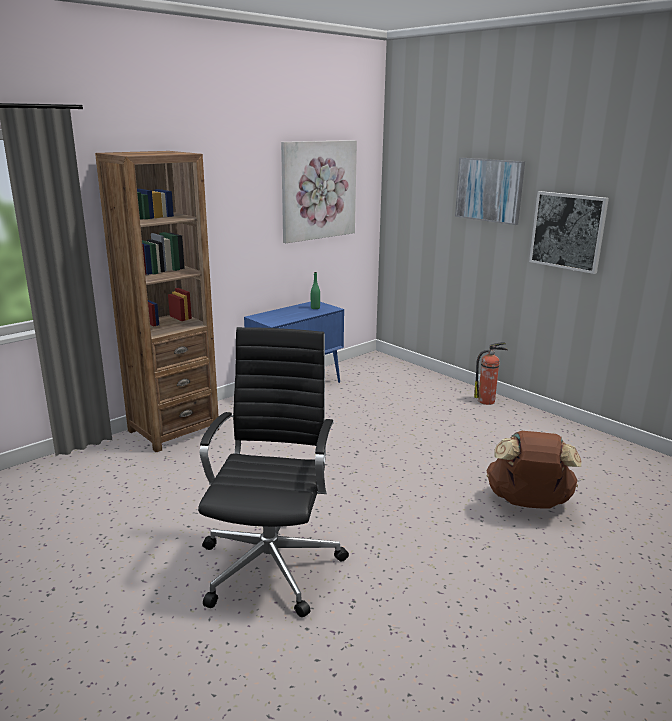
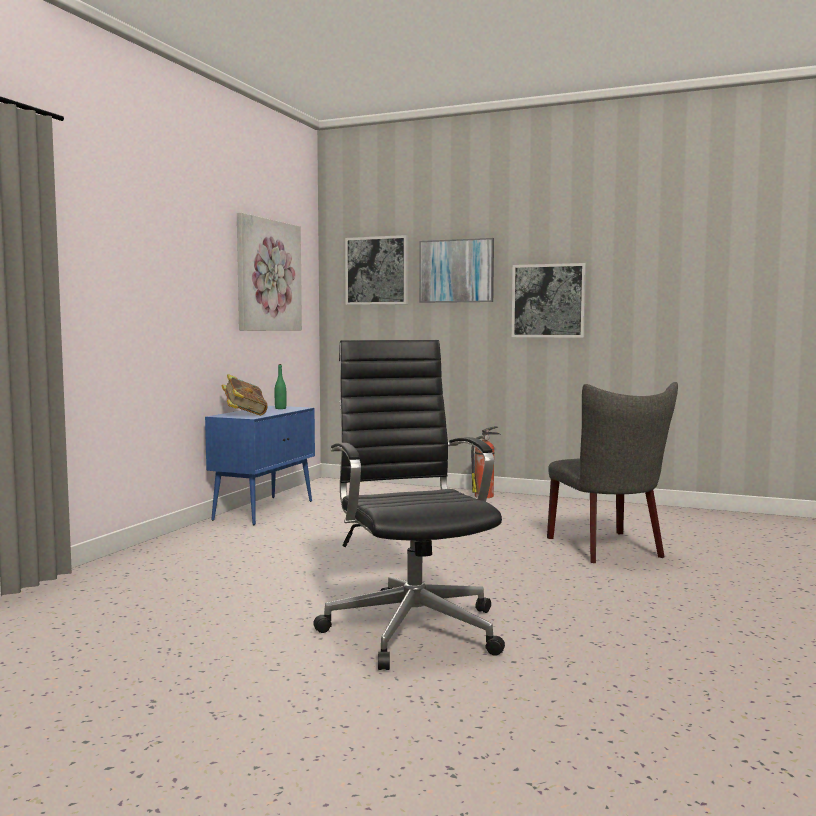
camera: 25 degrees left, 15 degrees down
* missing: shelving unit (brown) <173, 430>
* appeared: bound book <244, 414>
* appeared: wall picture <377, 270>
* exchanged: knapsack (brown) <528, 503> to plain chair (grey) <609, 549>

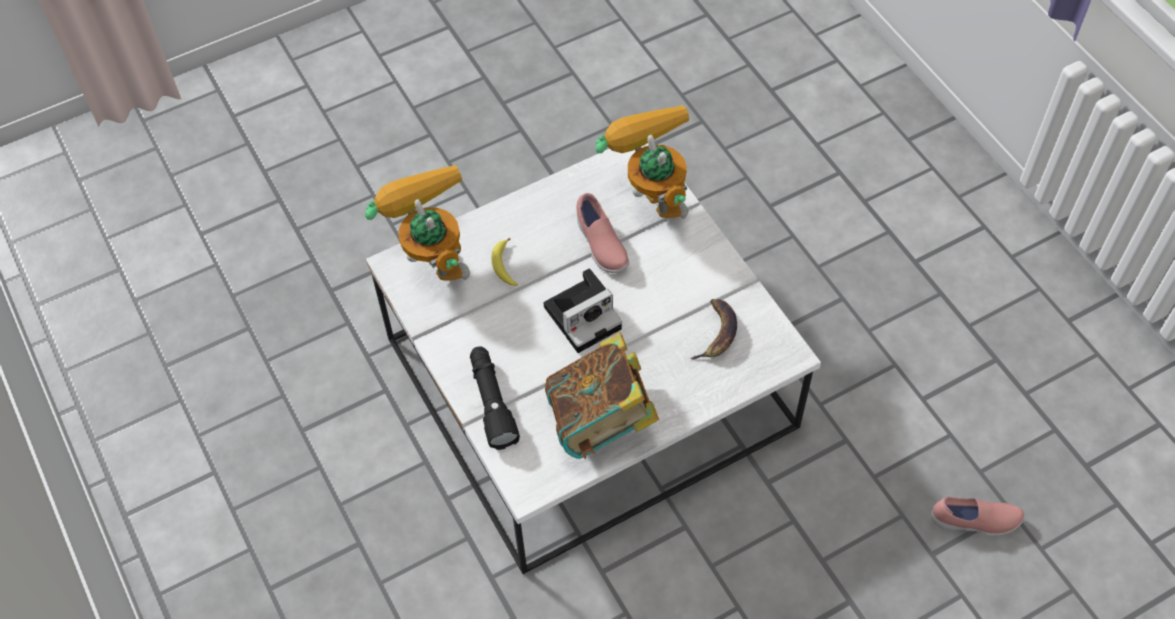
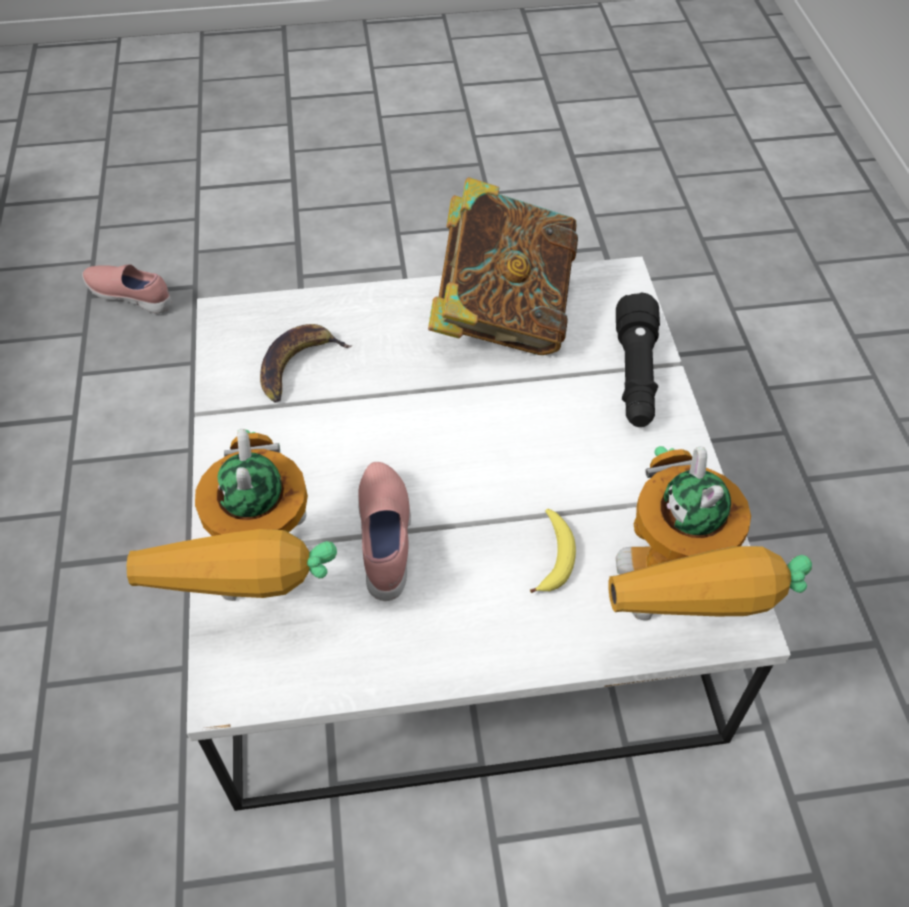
camera: 160 degrees left, 5 degrees down
* missing: photo camera <584, 315>

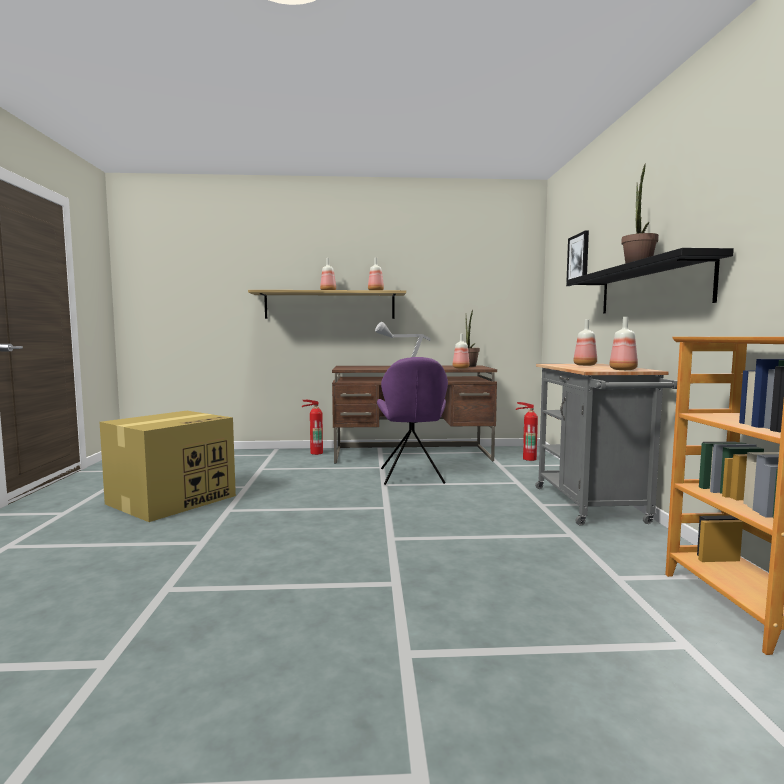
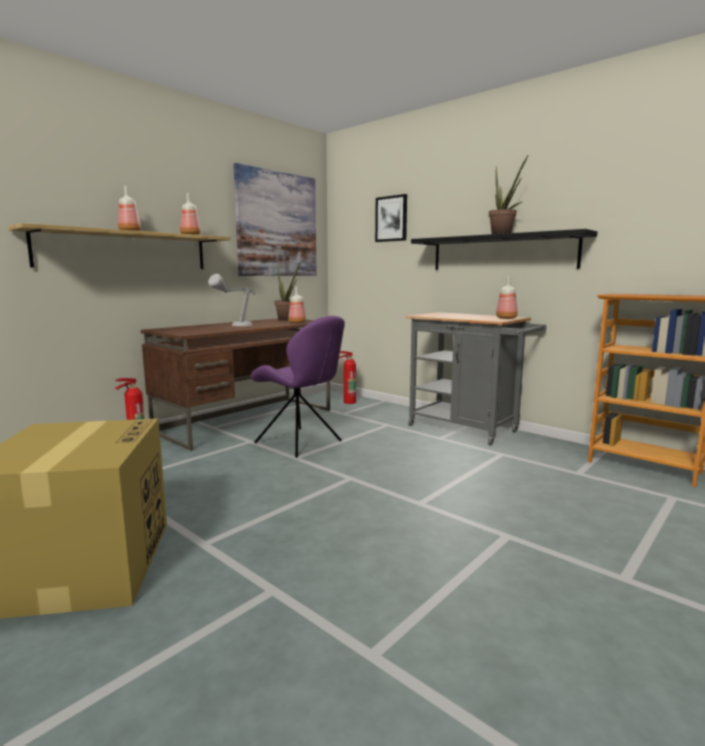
camera: 45 degrees left, 5 degrees up
* missing: beverage bottle <584, 365>
* appeared: wall picture <277, 224>

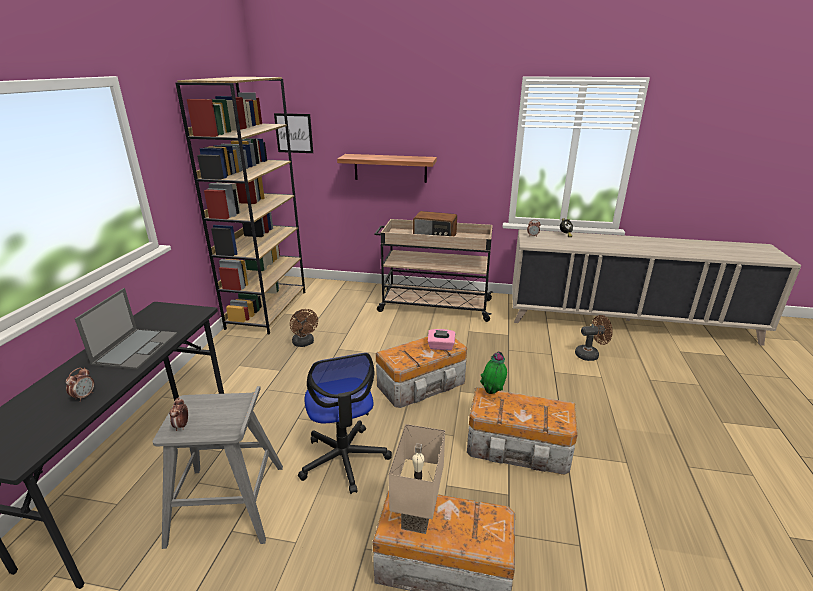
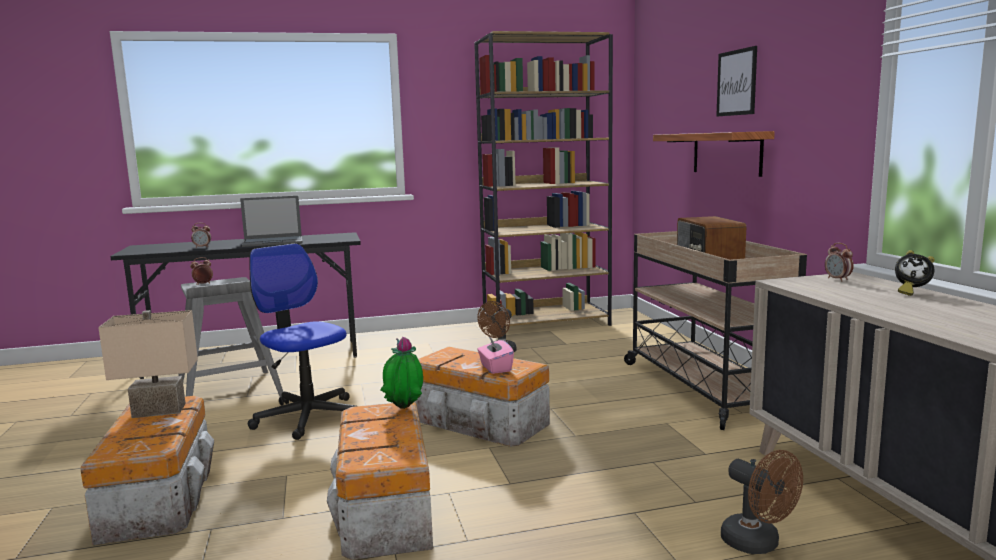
camera: 65 degrees right, 15 degrees down
* relocated: wall picture <294, 133> to <736, 82>
* spun: computer chair <344, 459> = <307, 417> 90 degrees clockwise

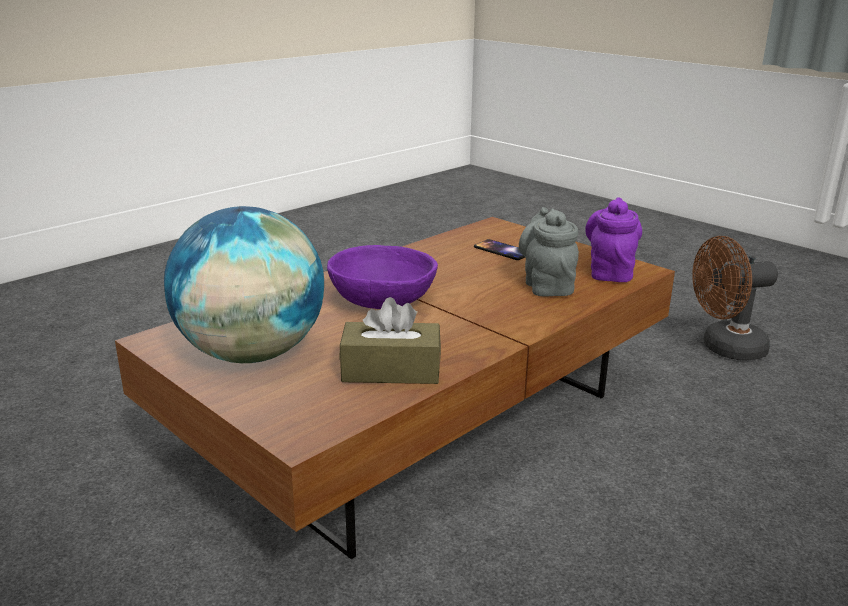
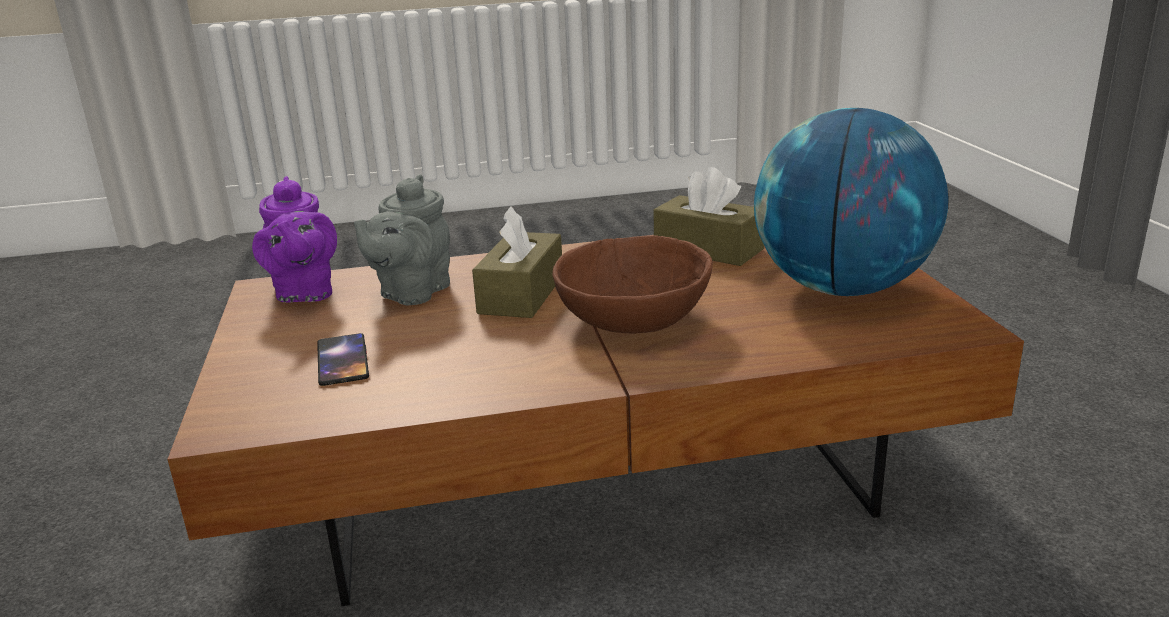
camera: 145 degrees left, 0 degrees up
* missing: cooling fan (brown) <725, 349>
* appeared: tissue box (brown) <521, 294>
* colour: bowl (purple-coloured) <381, 300> to bowl (brown) <634, 318>
* spun: teapot (purple-coloured) <610, 272> = <304, 293> 60 degrees counterclockwise

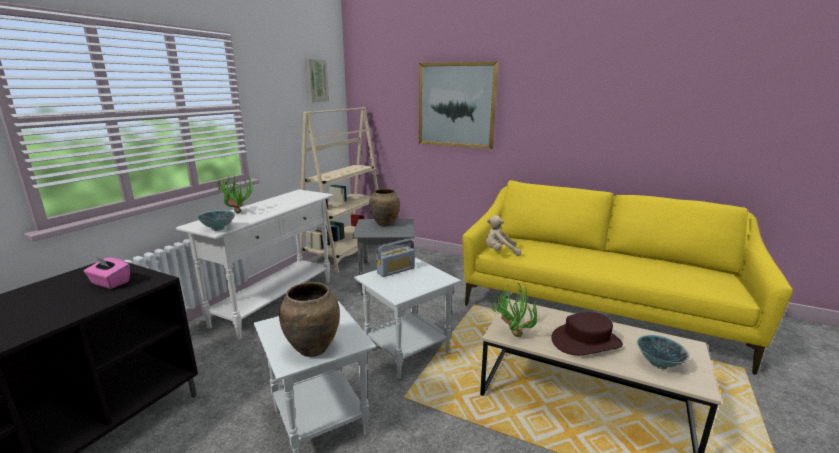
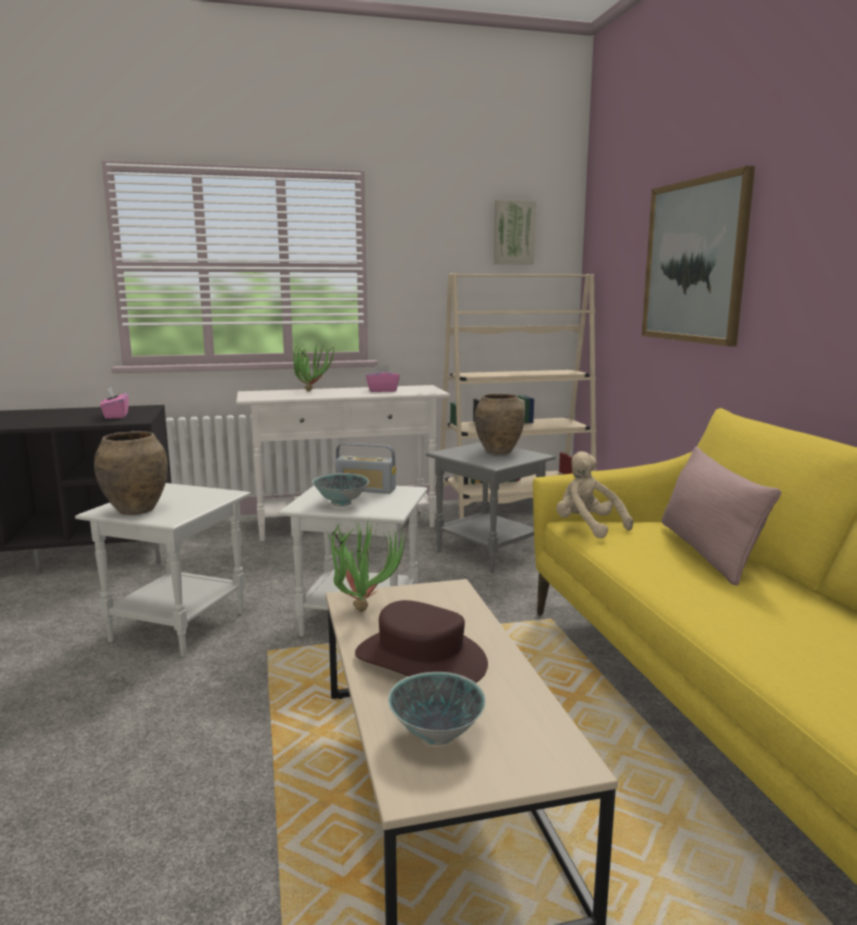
camera: 50 degrees right, 5 degrees down
* appeared: tissue box (pink-coloured) <382, 390>
* appeared: pillow (pink-coloured) <706, 551>
* relocated: bowl <218, 229> to <341, 504>

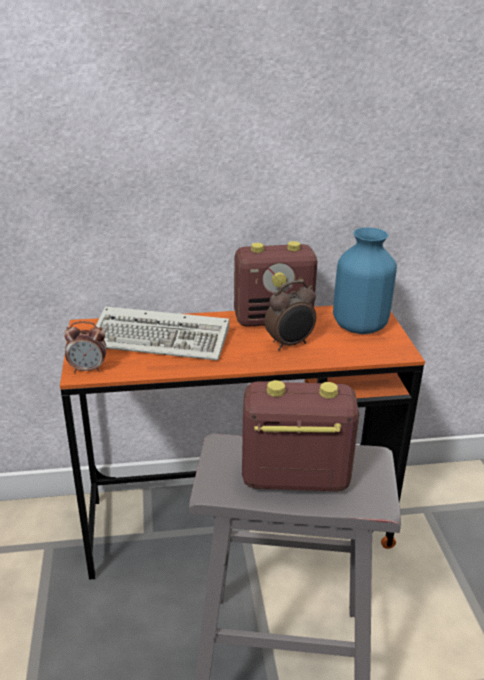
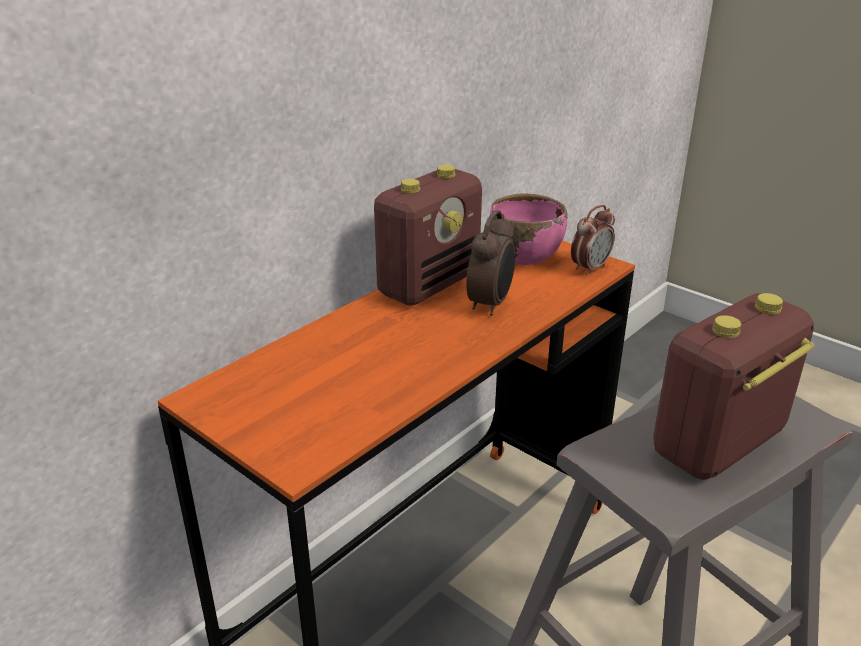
camera: 40 degrees left, 0 degrees up
* missing: PC keyboard <163, 339>
* relocated: table clock <88, 369> to <590, 268>
* exchanged: flower vase (bluish) <358, 326> to bowl (pink-coloured) <524, 255>

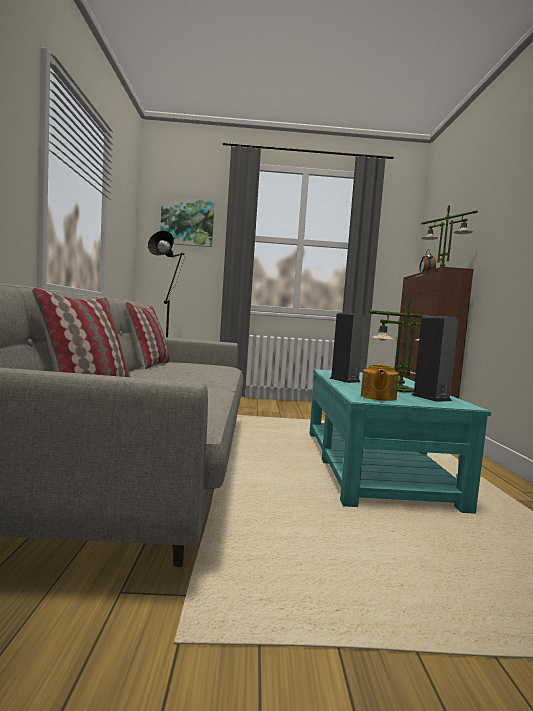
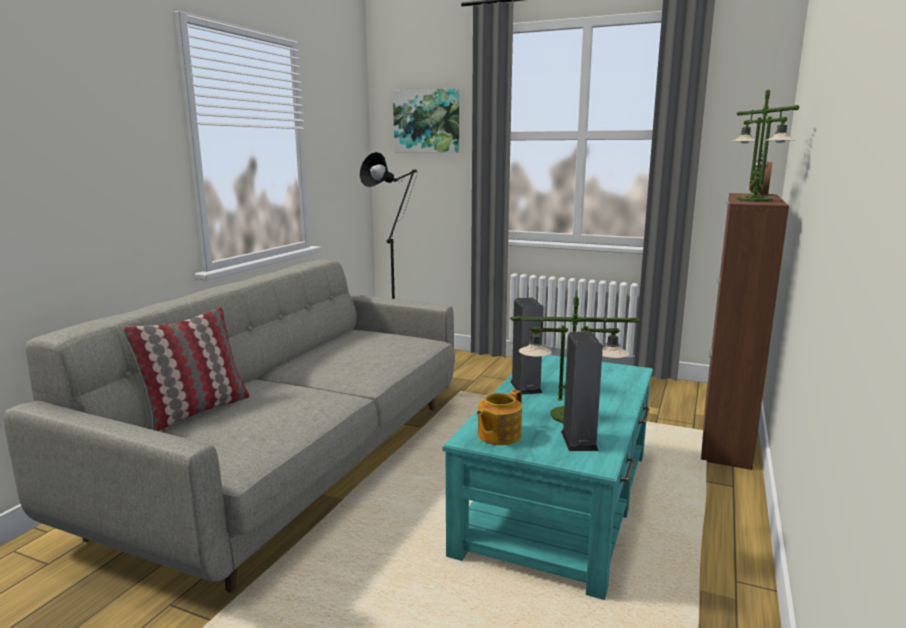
camera: 25 degrees right, 10 degrees up
* missing: pillow <149, 365>

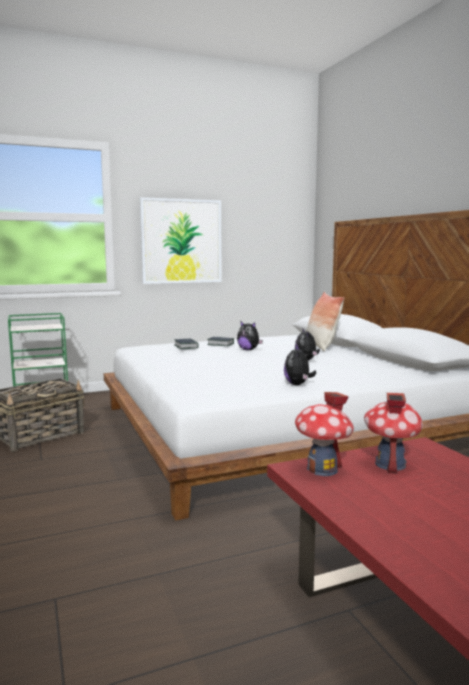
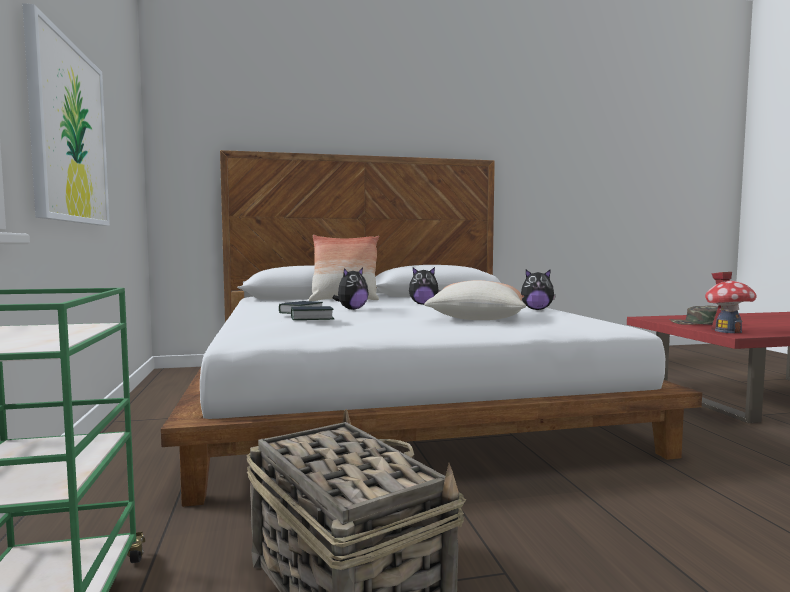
camera: 80 degrees left, 5 degrees down
* appeared: pillow <477, 318>
* exchanged: miniature house <390, 464> to baseball cap (green) <697, 323>

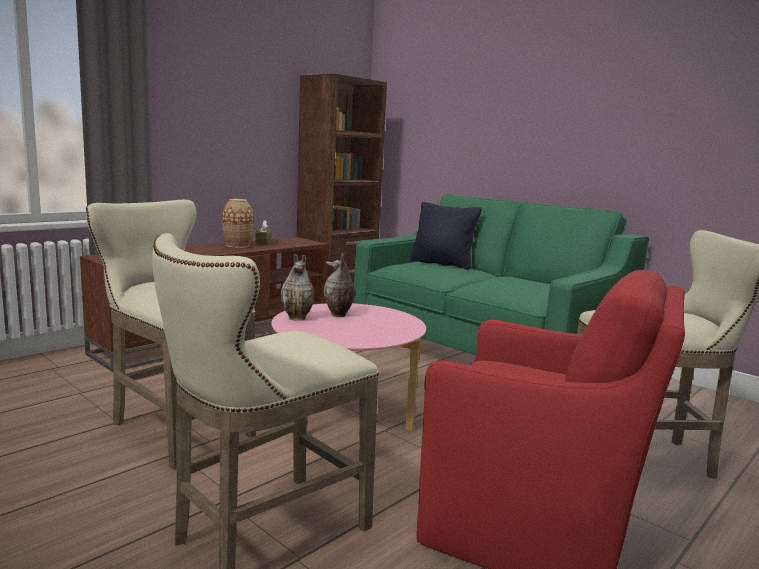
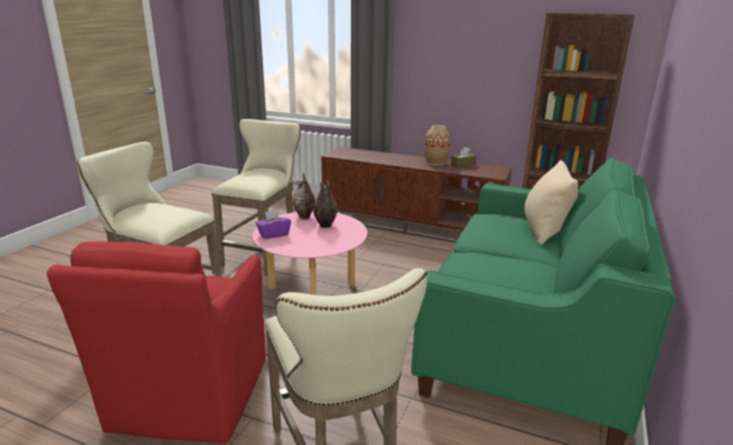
camera: 70 degrees right, 10 degrees up
* appeared: tissue box (purple-coloured) <273, 234>
* colour: pillow (blackish) <442, 264> to pillow (beige) <544, 231>

